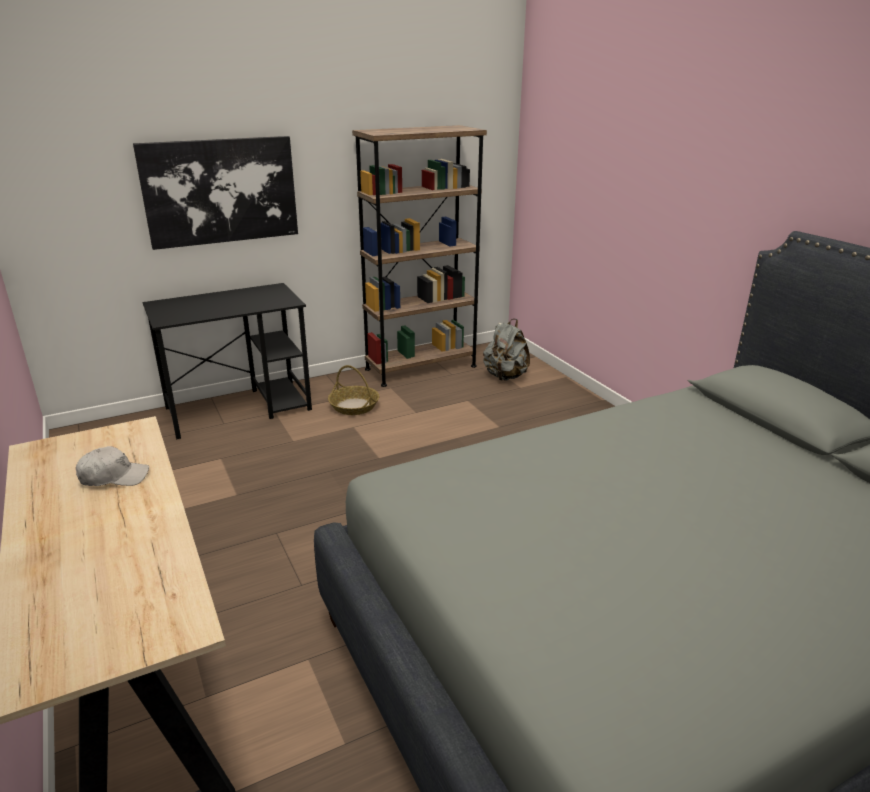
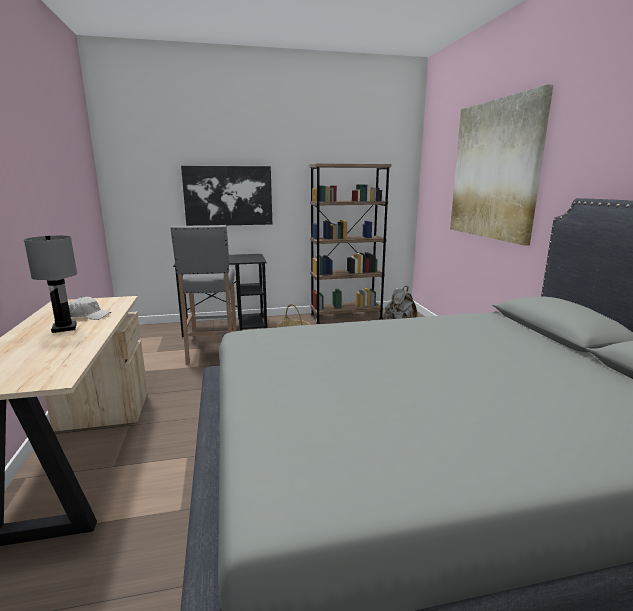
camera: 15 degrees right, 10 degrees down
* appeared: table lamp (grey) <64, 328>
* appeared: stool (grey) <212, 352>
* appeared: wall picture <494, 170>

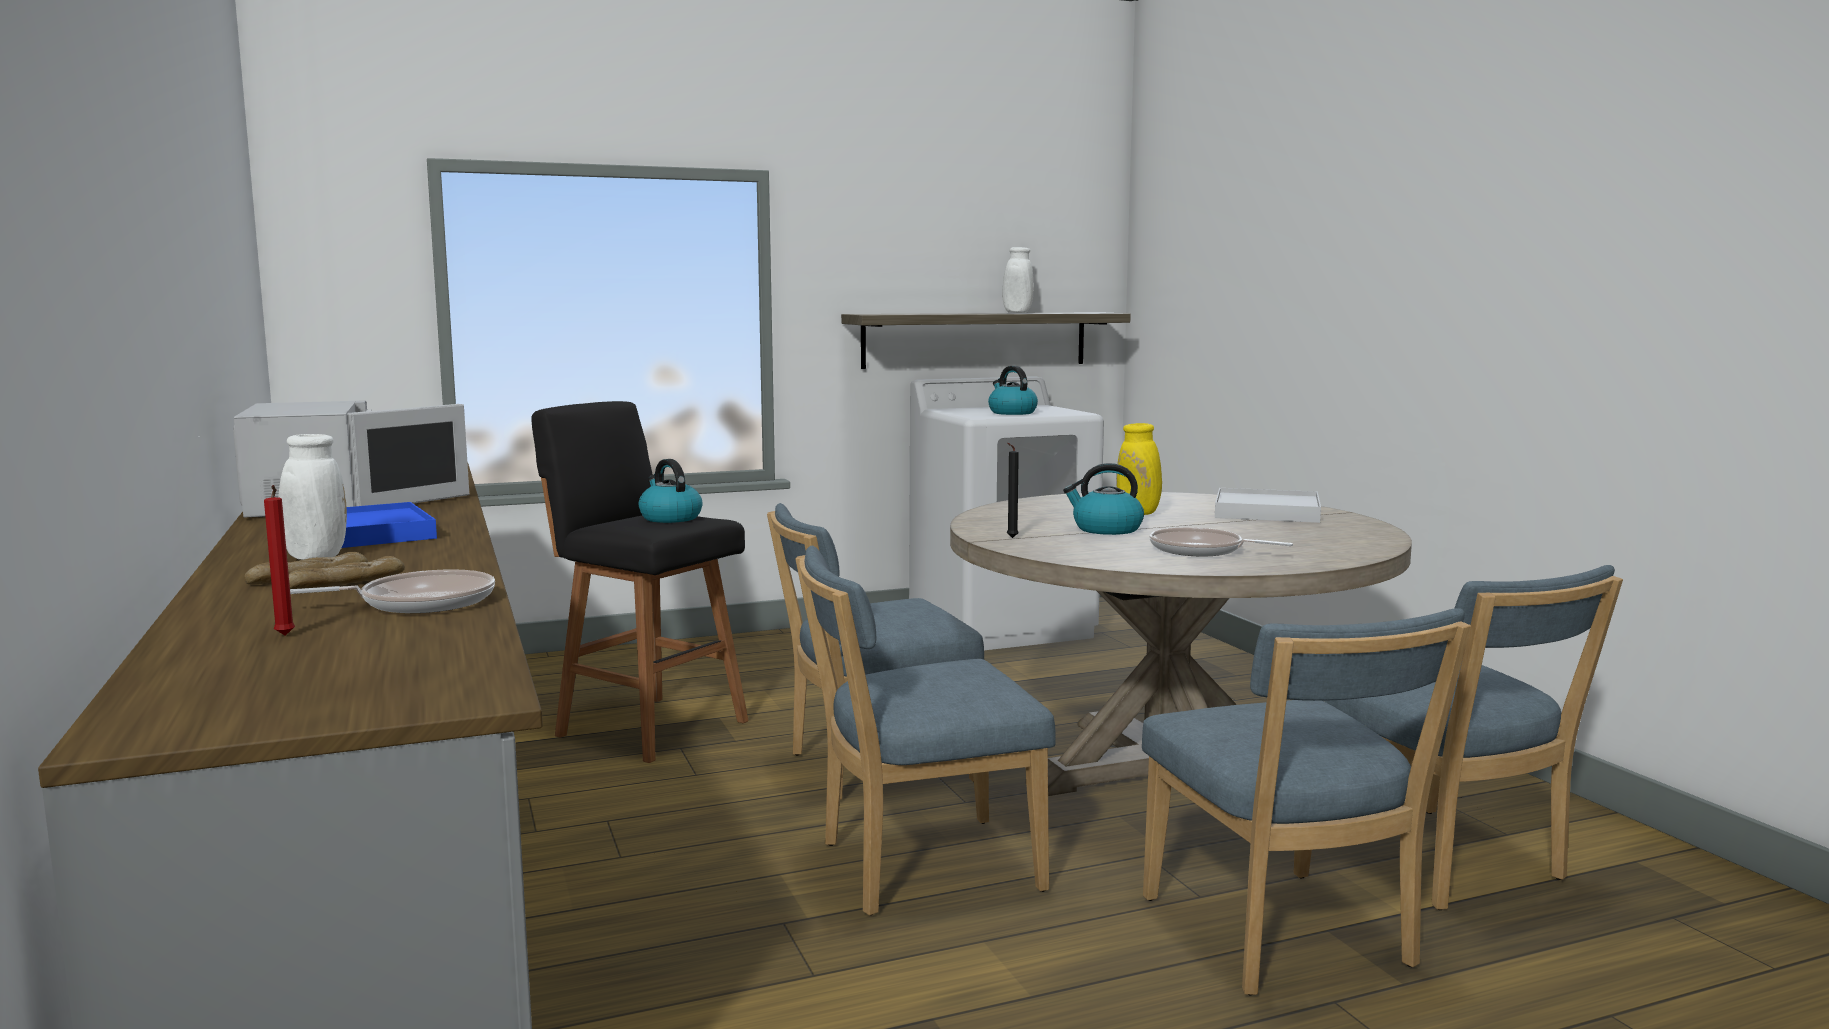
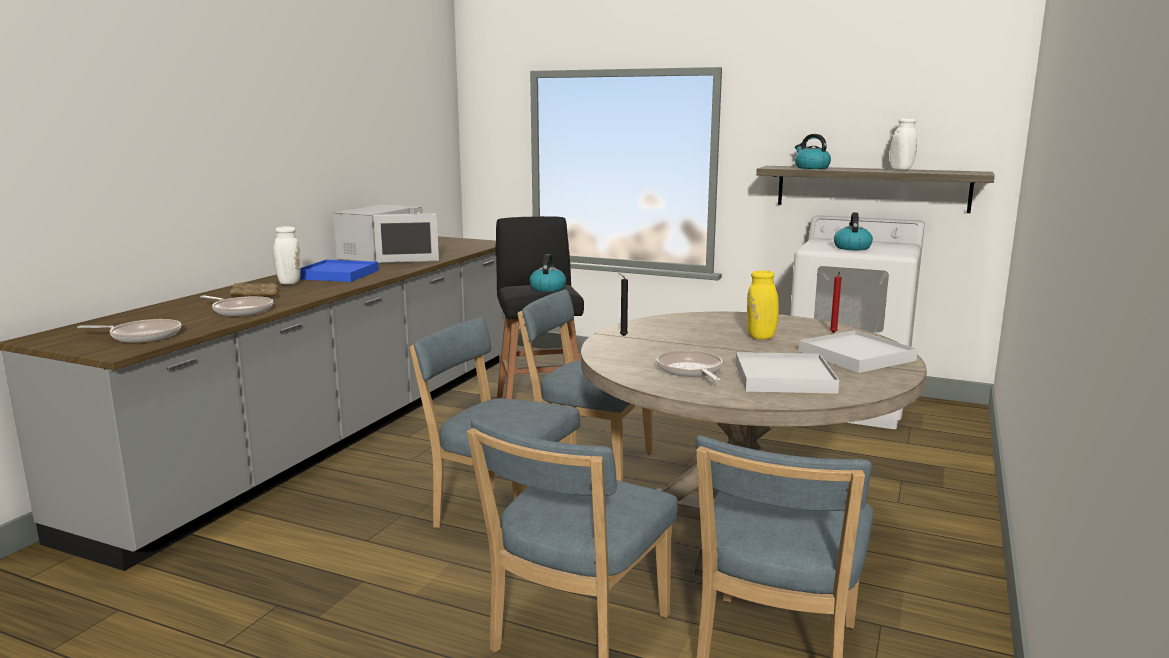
camera: 45 degrees right, 5 degrees up
* appeared: skillet <142, 336>
* appeared: carrying tray (white-coloured) <783, 378>
* relocated: candle (red-coloured) <285, 636> to <833, 333>
* relocated: kettle <1106, 529> to <811, 168>

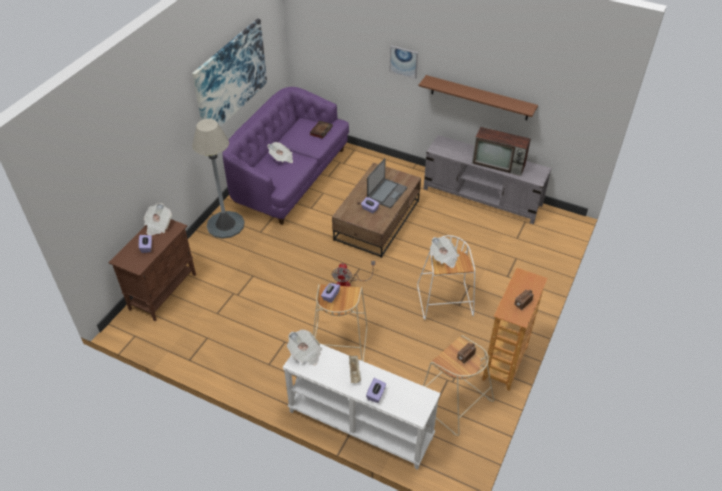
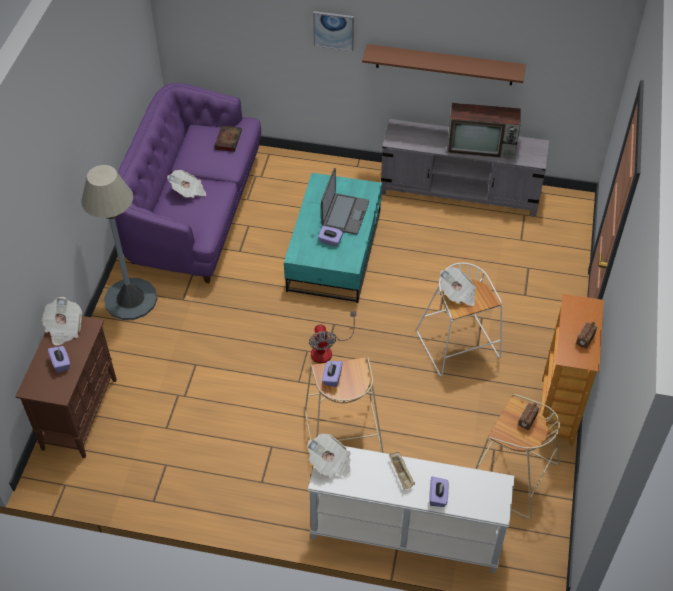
camera: 15 degrees left, 5 degrees up
* missing: wall picture <230, 77>
* colour: low table (brown) <377, 220> to low table (turquoise-coloured) <334, 250>

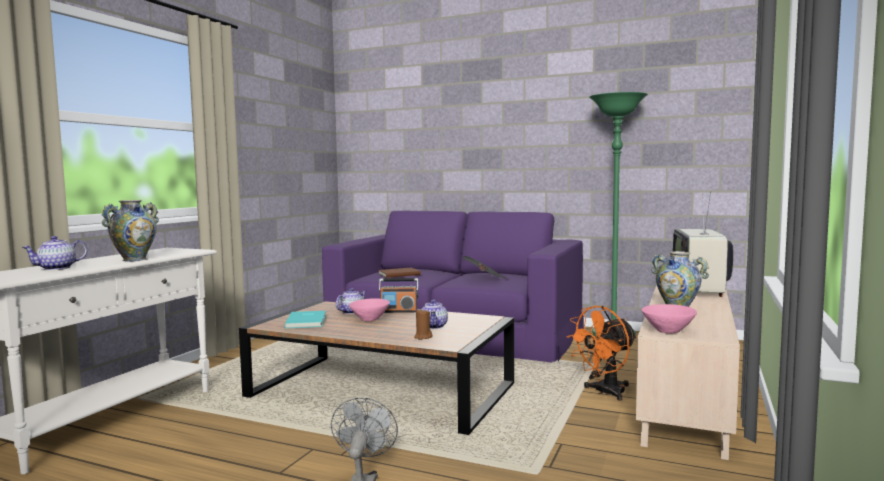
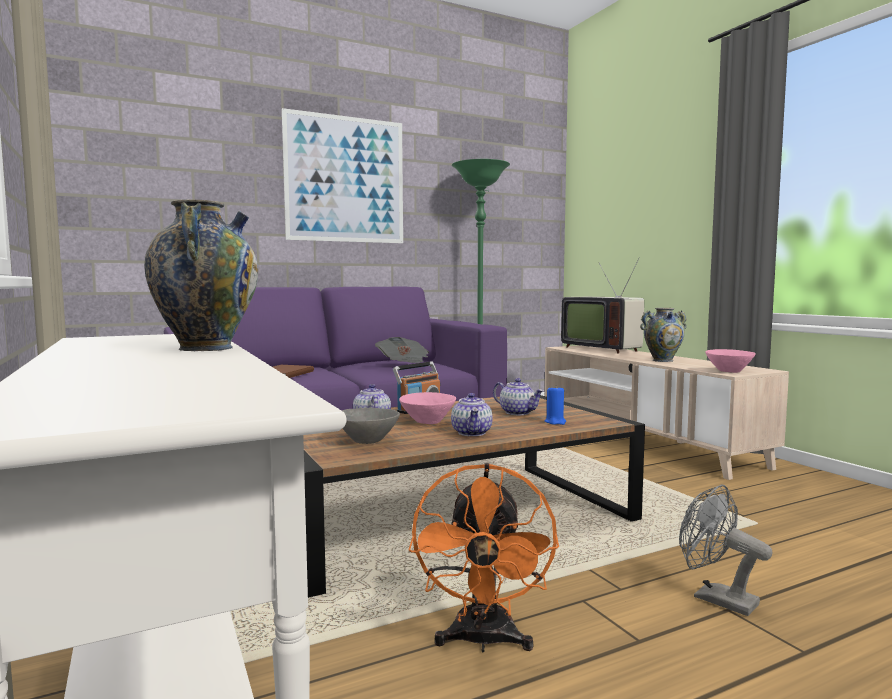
camera: 50 degrees left, 0 degrees up
* appeared: wall picture <345, 179>
* relocated: teapot <56, 268> to <472, 433>
* relocated: cooling fan (orange-coloured) <604, 392> to <483, 641>
* exchanged: bound book (turquoise-coloured) <307, 321> to bowl (grey) <367, 440>
* colour: candle (brown) <423, 337> to candle (bluish) <555, 422>

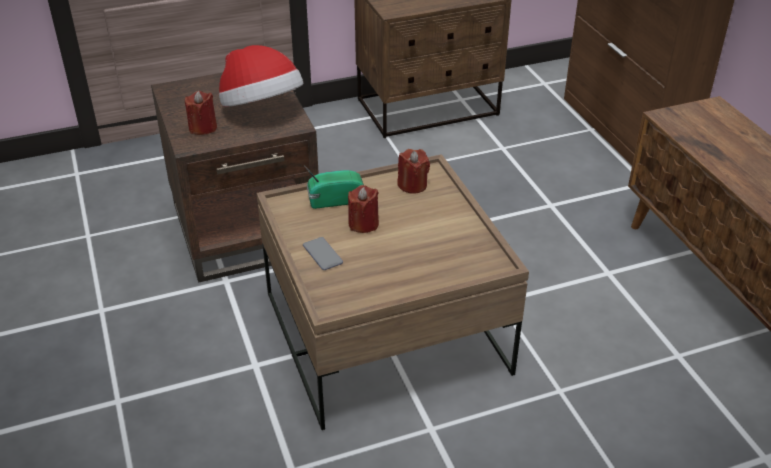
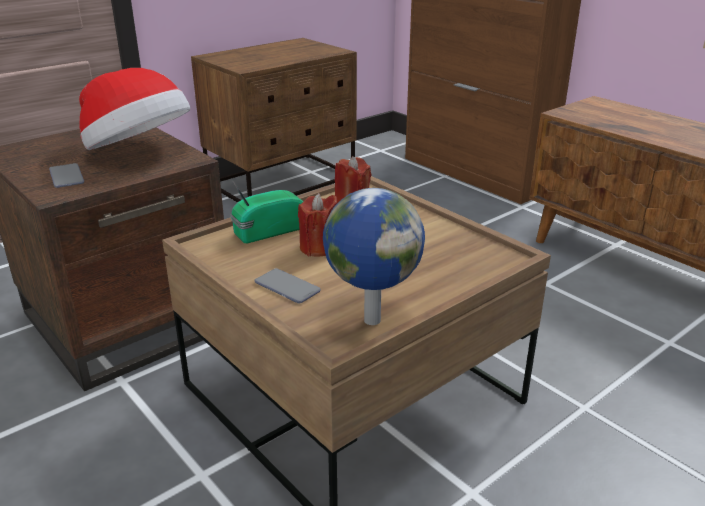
camera: 20 degrees left, 10 degrees down
* appeared: world globe <371, 319>
* exchanged: candle (red-coloured) <203, 128> to telephone <66, 177>

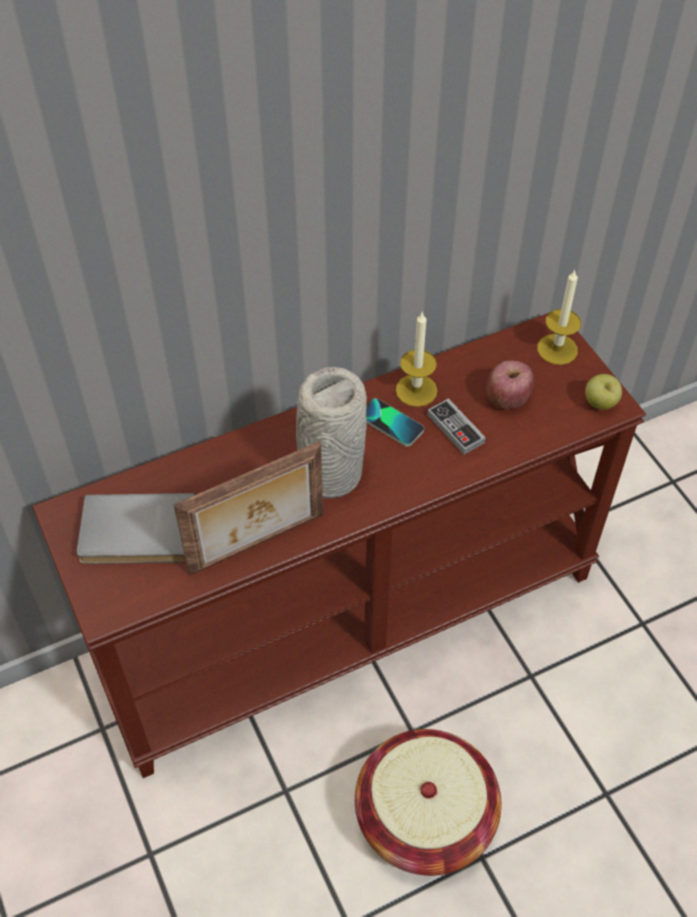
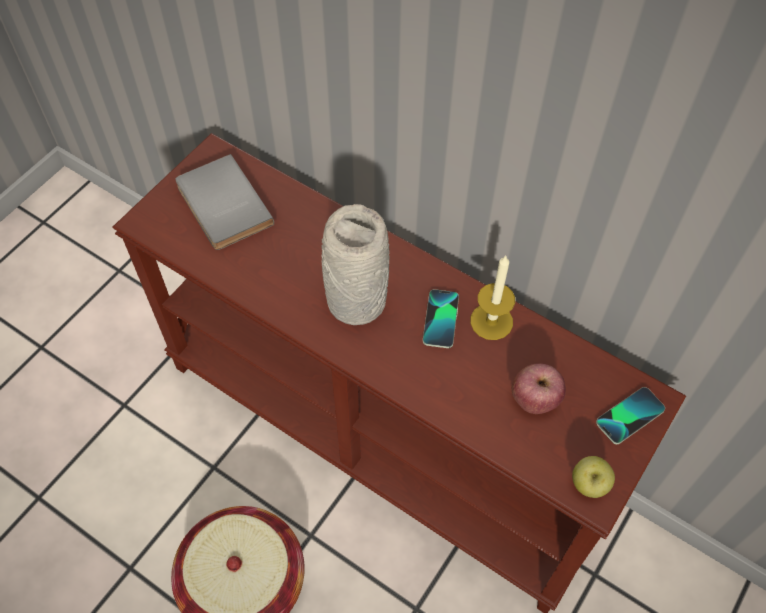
camera: 60 degrees right, 5 degrees up
* missing: standing frame <258, 545>
* missing: game controller <455, 428>
* exchanged: candle <557, 349> to telephone <629, 416>

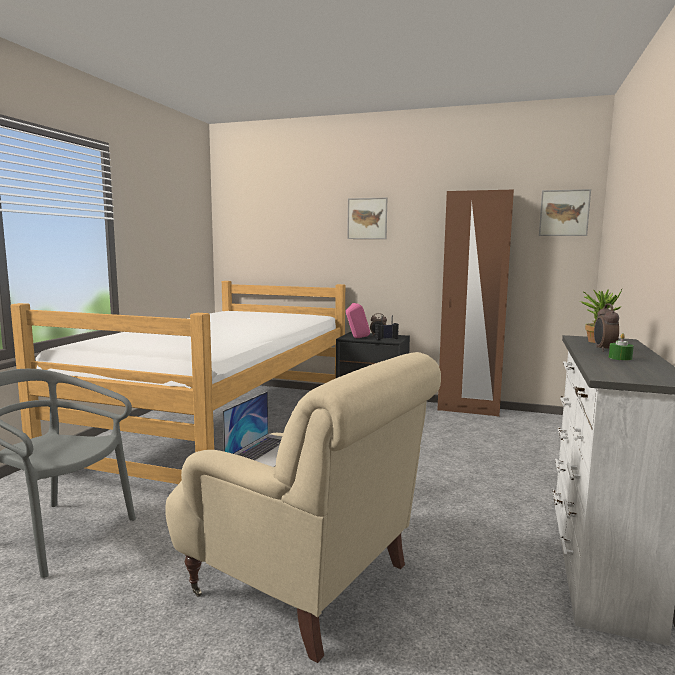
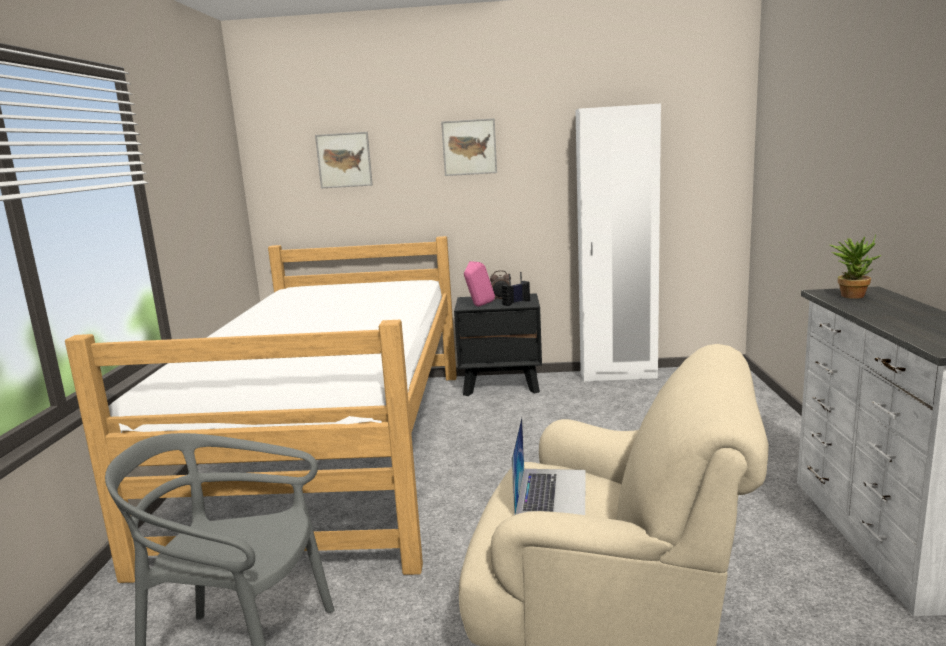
camera: 15 degrees left, 5 degrees up
* missing: table clock <603, 350>
* missing: candle (green) <620, 358>
* relocated: wall picture <564, 213> to <344, 160>
* colour: wardrobe (brown) <468, 410> to wardrobe (white-coloured) <618, 375>

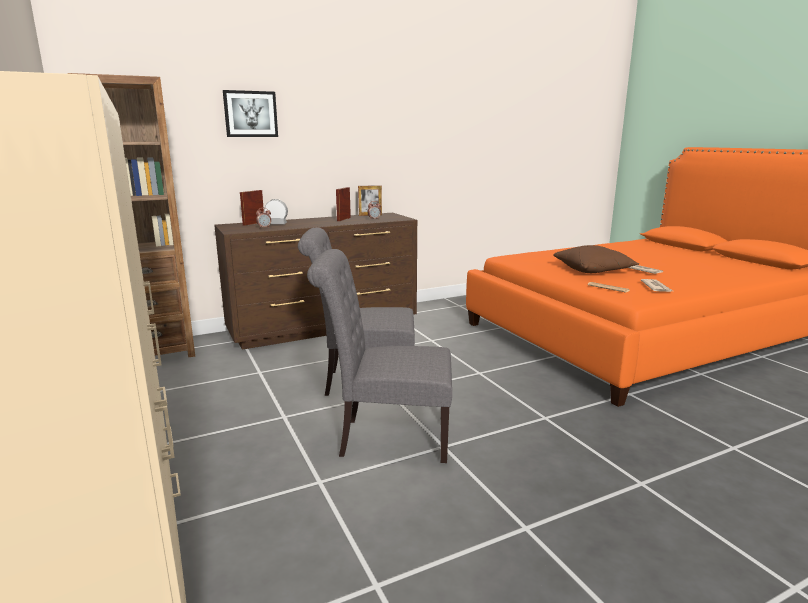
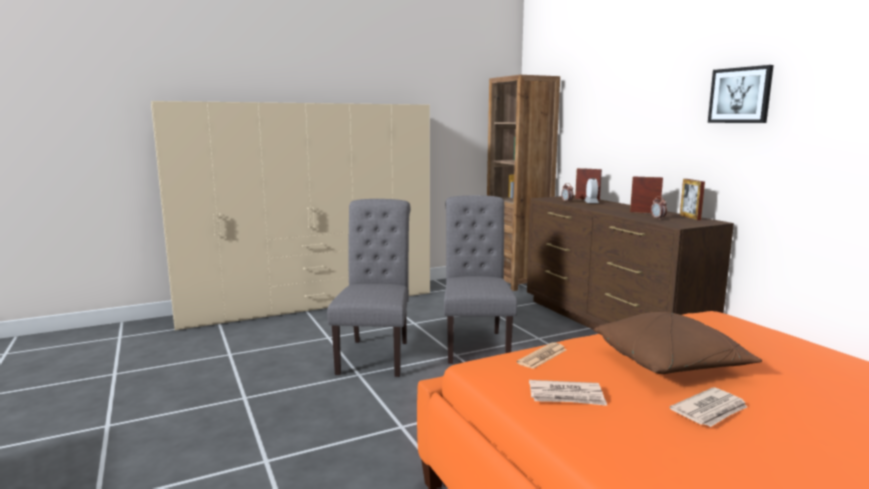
camera: 90 degrees right, 5 degrees down
* relocated: wall picture <250, 114> to <740, 95>

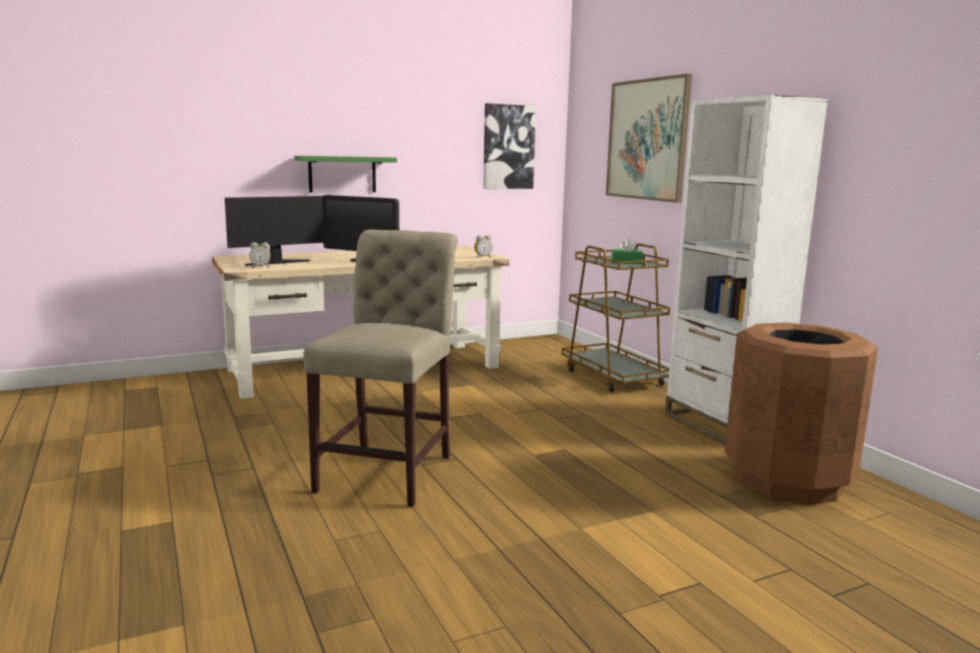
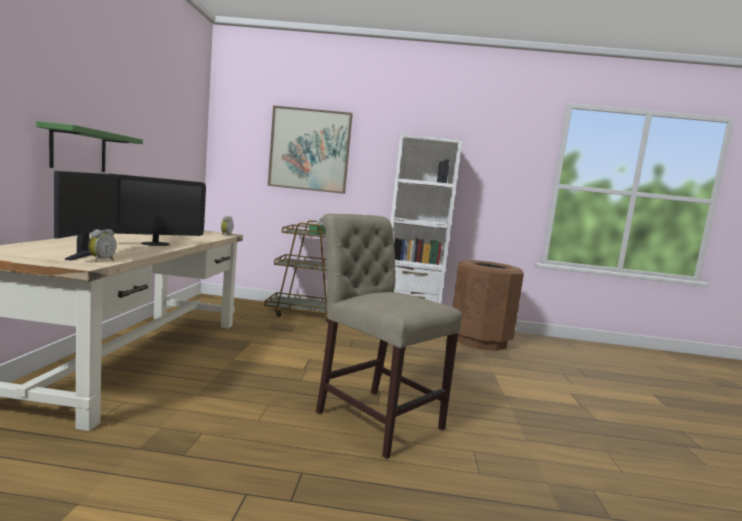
camera: 60 degrees left, 5 degrees down
* missing: wall picture <508, 147>

